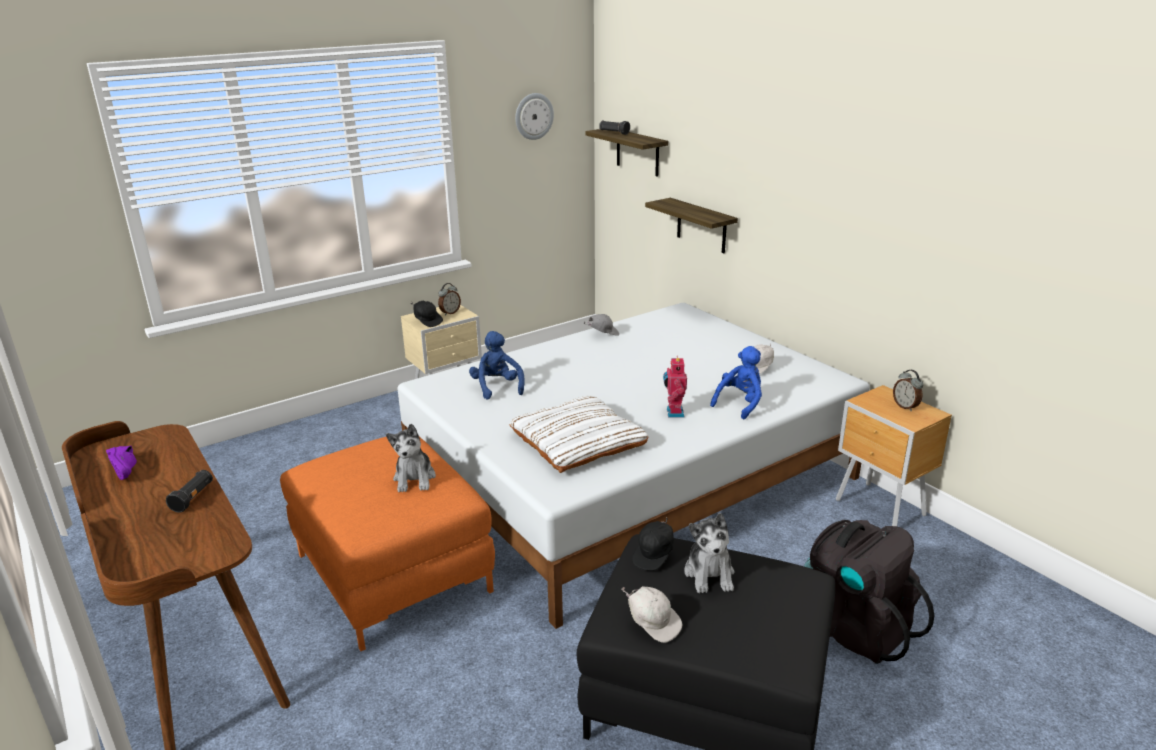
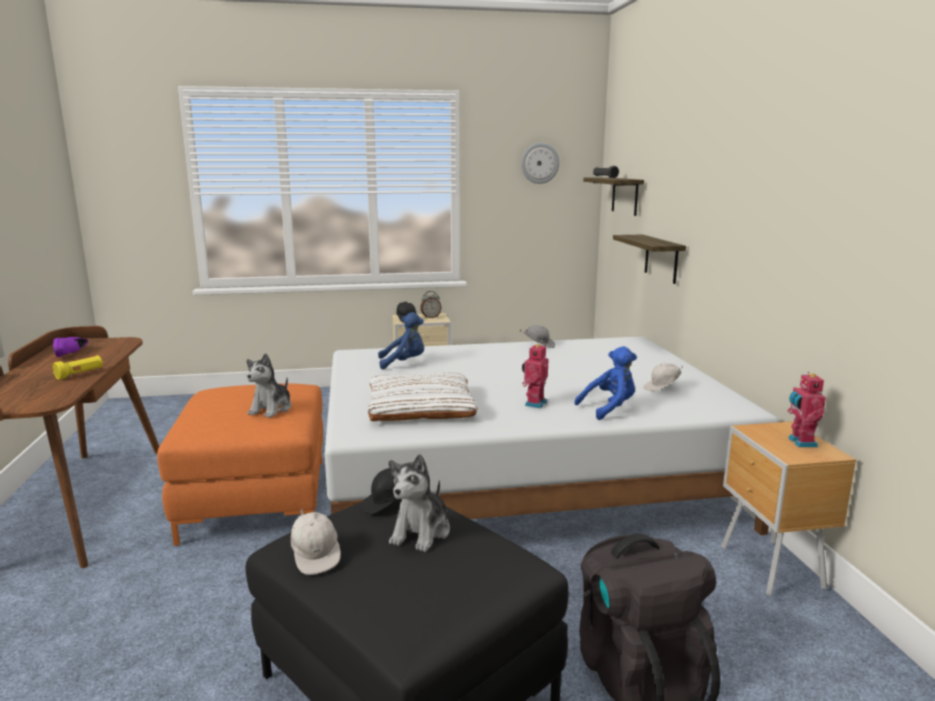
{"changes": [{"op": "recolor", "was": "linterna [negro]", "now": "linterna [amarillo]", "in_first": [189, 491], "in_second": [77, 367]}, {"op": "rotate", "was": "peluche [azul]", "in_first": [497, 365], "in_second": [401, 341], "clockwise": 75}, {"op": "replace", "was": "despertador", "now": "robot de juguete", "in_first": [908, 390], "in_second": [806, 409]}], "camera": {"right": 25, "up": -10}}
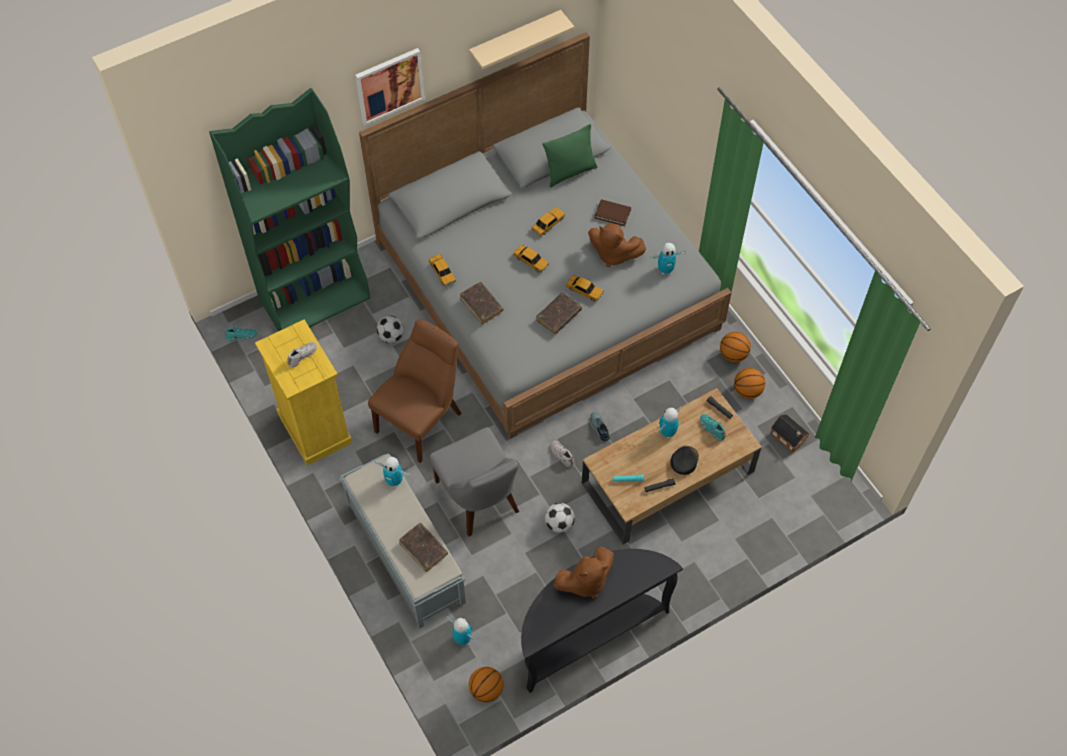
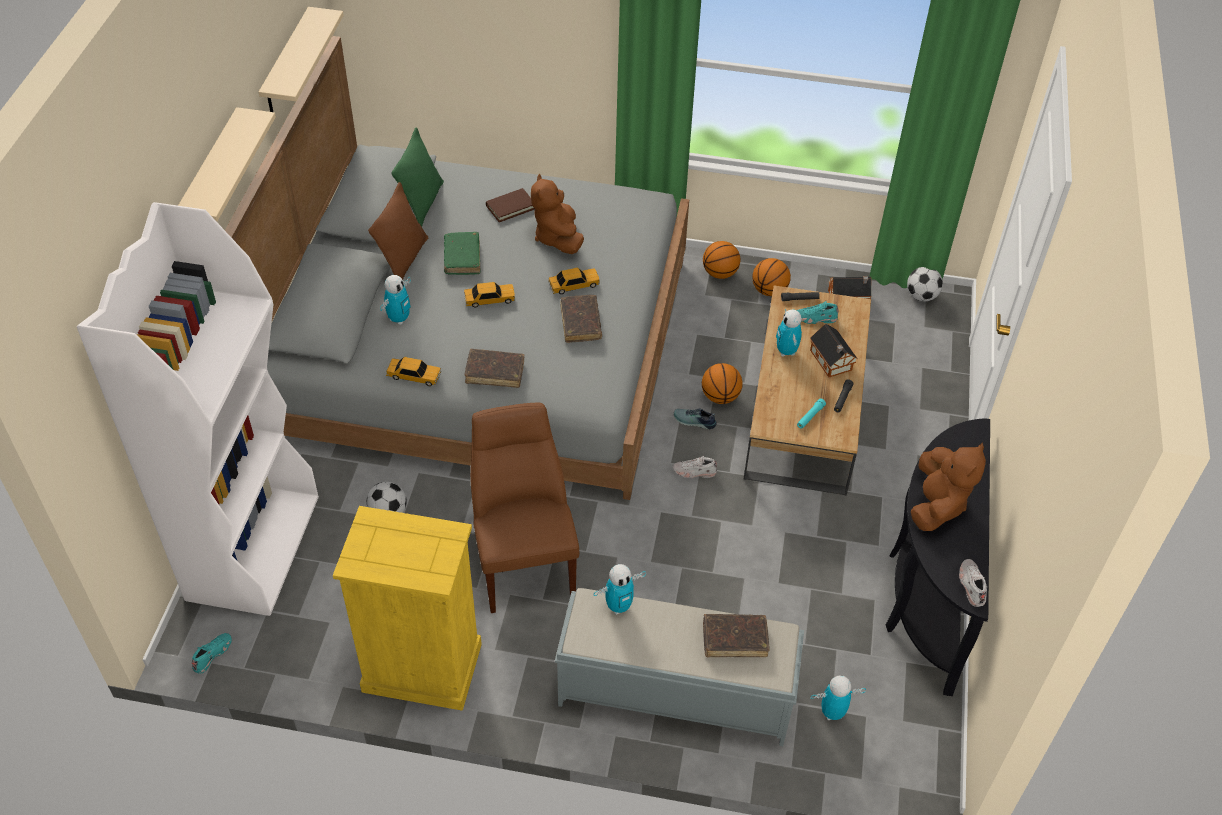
{"changes": [{"op": "recolor", "was": "estantería [verde]", "now": "estantería [blanco]", "in_first": [289, 209], "in_second": [198, 409]}, {"op": "move", "was": "zapato [blanco]", "in_first": [302, 355], "in_second": [973, 583]}, {"op": "replace", "was": "cuadro", "now": "estante [beis]", "in_first": [390, 86], "in_second": [227, 164]}, {"op": "delete", "was": "silla [gris]", "in_first": [474, 482]}, {"op": "move", "was": "balón de baloncesto", "in_first": [486, 684], "in_second": [722, 383]}, {"op": "replace", "was": "coche de juguete", "now": "libro [verde]", "in_first": [548, 222], "in_second": [462, 253]}, {"op": "move", "was": "balón de fútbol", "in_first": [560, 518], "in_second": [925, 284]}, {"op": "rotate", "was": "peluche [marrón]", "in_first": [617, 245], "in_second": [557, 214], "clockwise": 105}, {"op": "move", "was": "robot de juguete", "in_first": [668, 258], "in_second": [395, 300]}, {"op": "replace", "was": "gorra [negro]", "now": "casita", "in_first": [684, 460], "in_second": [833, 350]}, {"op": "insert", "now": "cojín [marrón]", "in_second": [398, 231]}], "camera": {"right": -50, "up": -10}}
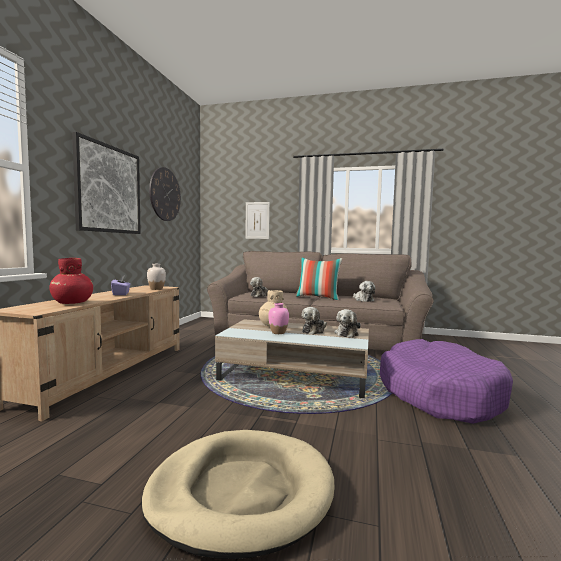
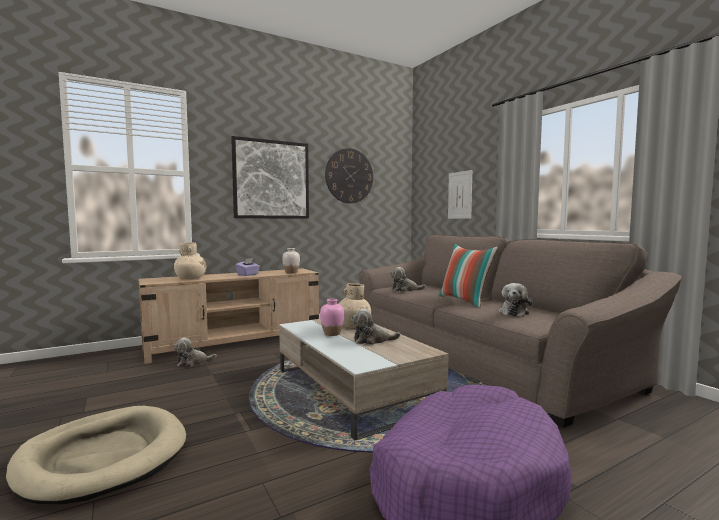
{"changes": [{"op": "recolor", "was": "florero [rojo]", "now": "florero [beis]", "in_first": [71, 281], "in_second": [190, 260]}, {"op": "move", "was": "peluche", "in_first": [347, 323], "in_second": [195, 352]}], "camera": {"right": 45, "up": 0}}
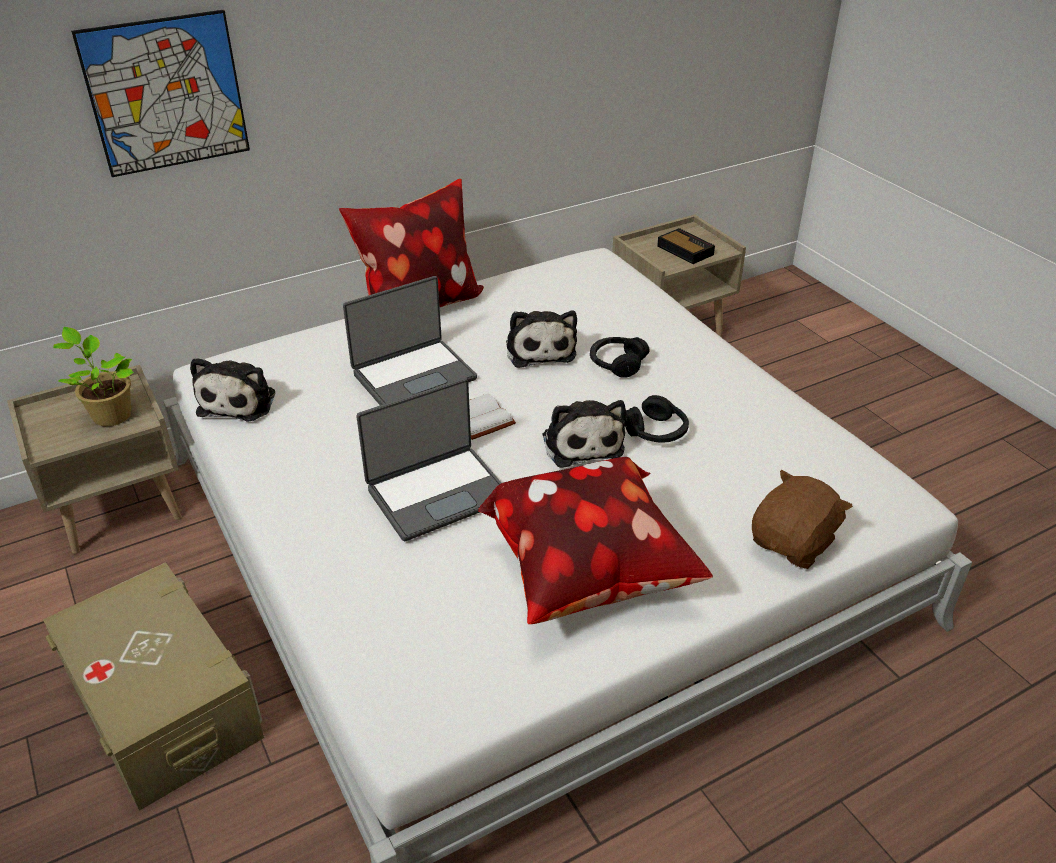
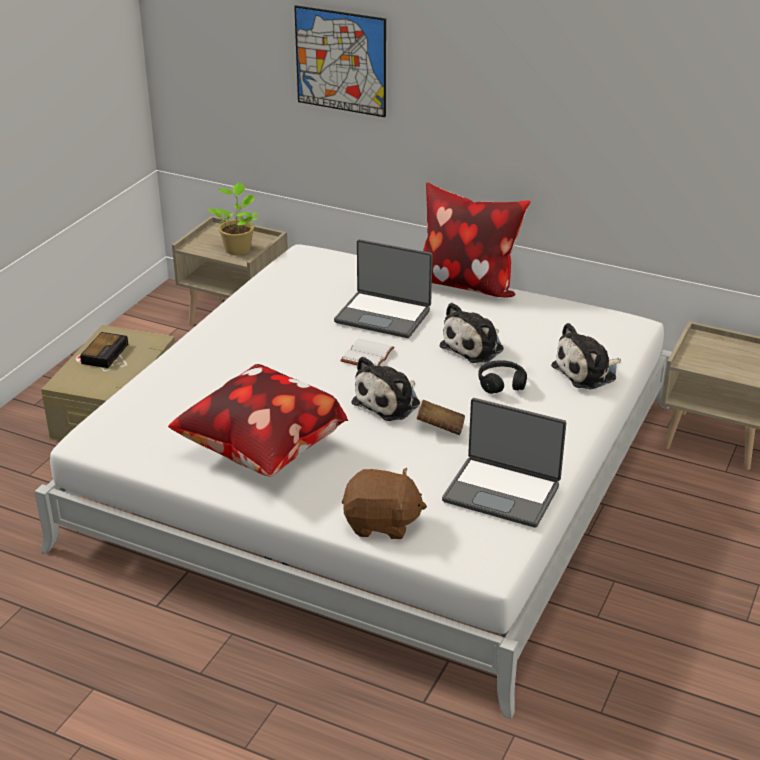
{"changes": [{"op": "move", "was": "peluche", "in_first": [232, 390], "in_second": [586, 356]}, {"op": "move", "was": "portátil", "in_first": [428, 460], "in_second": [504, 463]}, {"op": "replace", "was": "auriculares [negro]", "now": "libro [marrón]", "in_first": [656, 419], "in_second": [440, 417]}, {"op": "move", "was": "despertador", "in_first": [686, 246], "in_second": [104, 350]}], "camera": {"right": 55, "up": -5}}
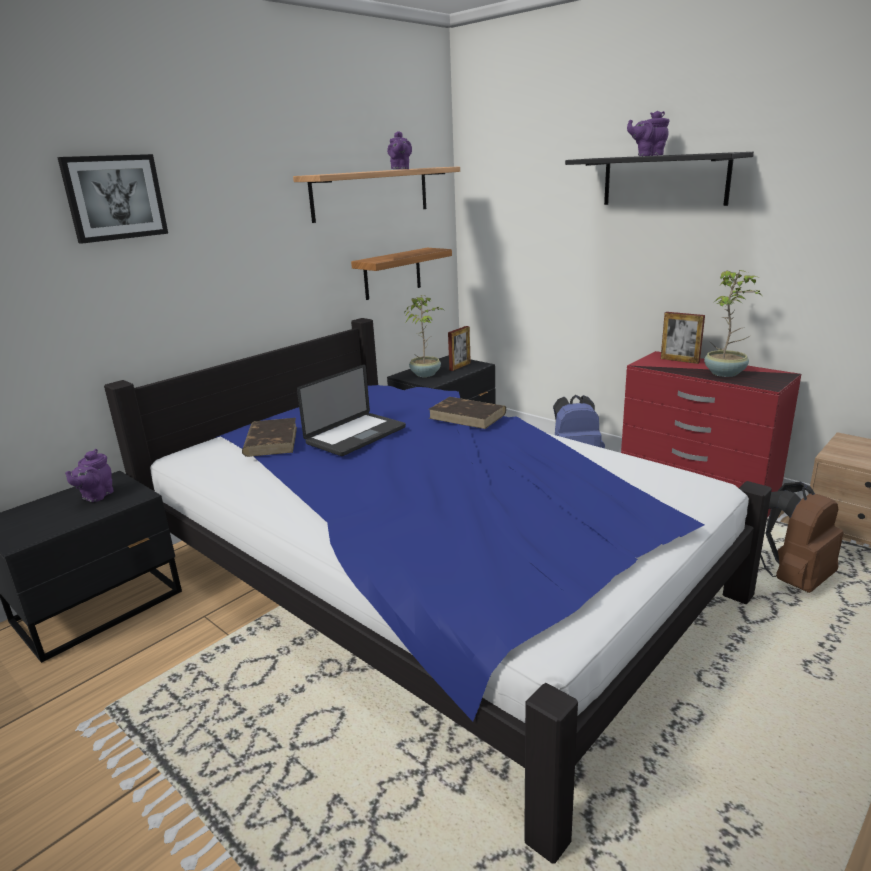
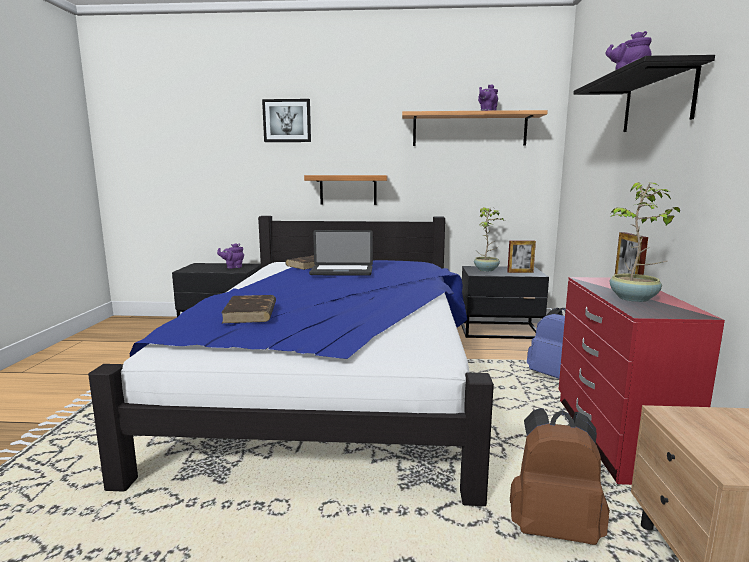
{"changes": [{"op": "move", "was": "estante", "in_first": [401, 274], "in_second": [345, 190]}, {"op": "move", "was": "libro [marrón]", "in_first": [467, 413], "in_second": [248, 309]}], "camera": {"right": 50, "up": -10}}
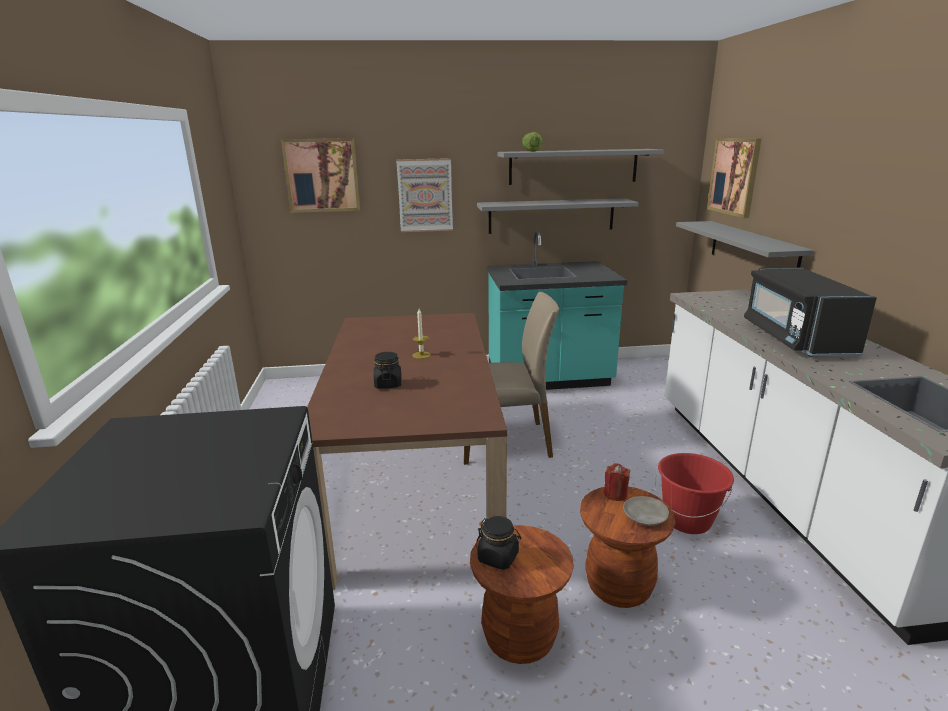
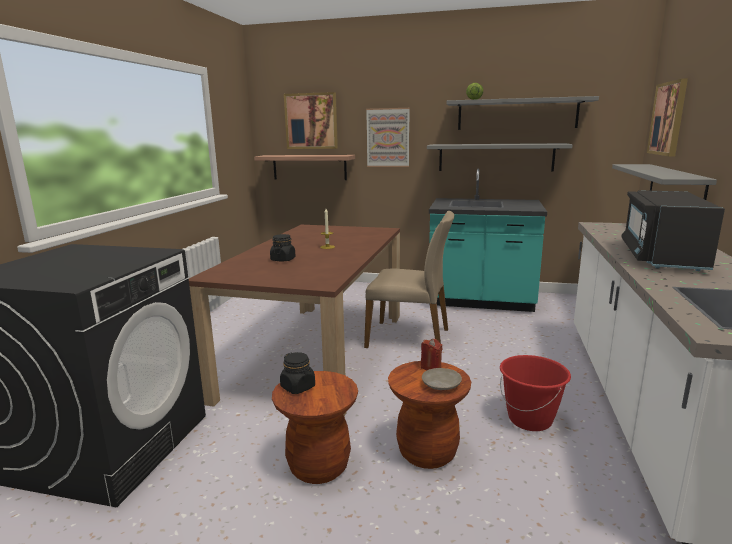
{"changes": [{"op": "insert", "now": "estante", "in_second": [304, 167]}], "camera": {"right": 20, "up": -5}}
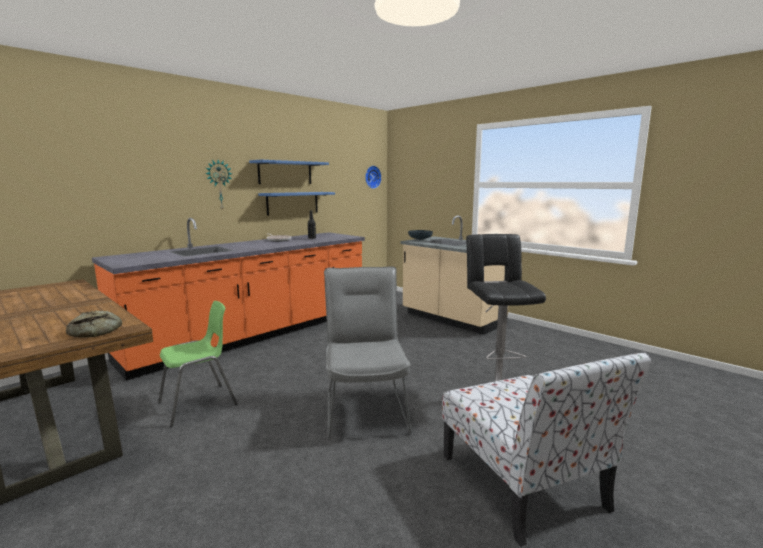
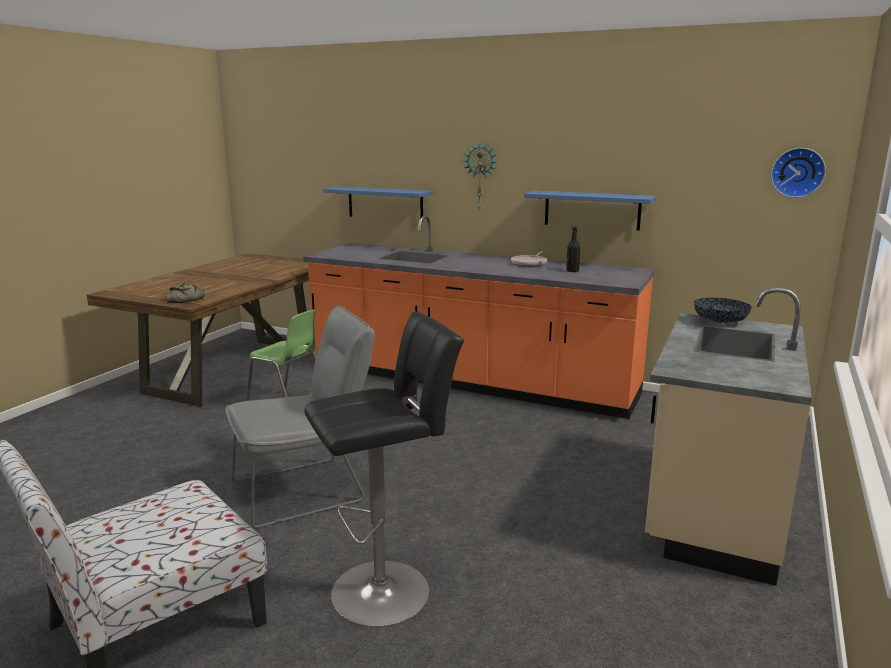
{"changes": [{"op": "move", "was": "estante [azul]", "in_first": [289, 172], "in_second": [378, 202]}], "camera": {"right": 70, "up": 5}}
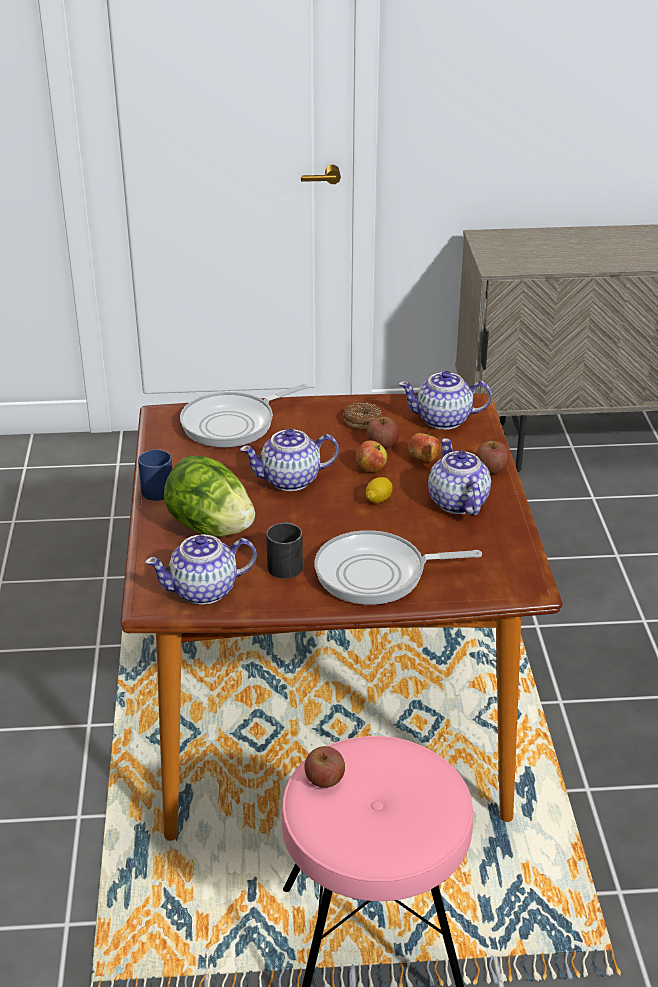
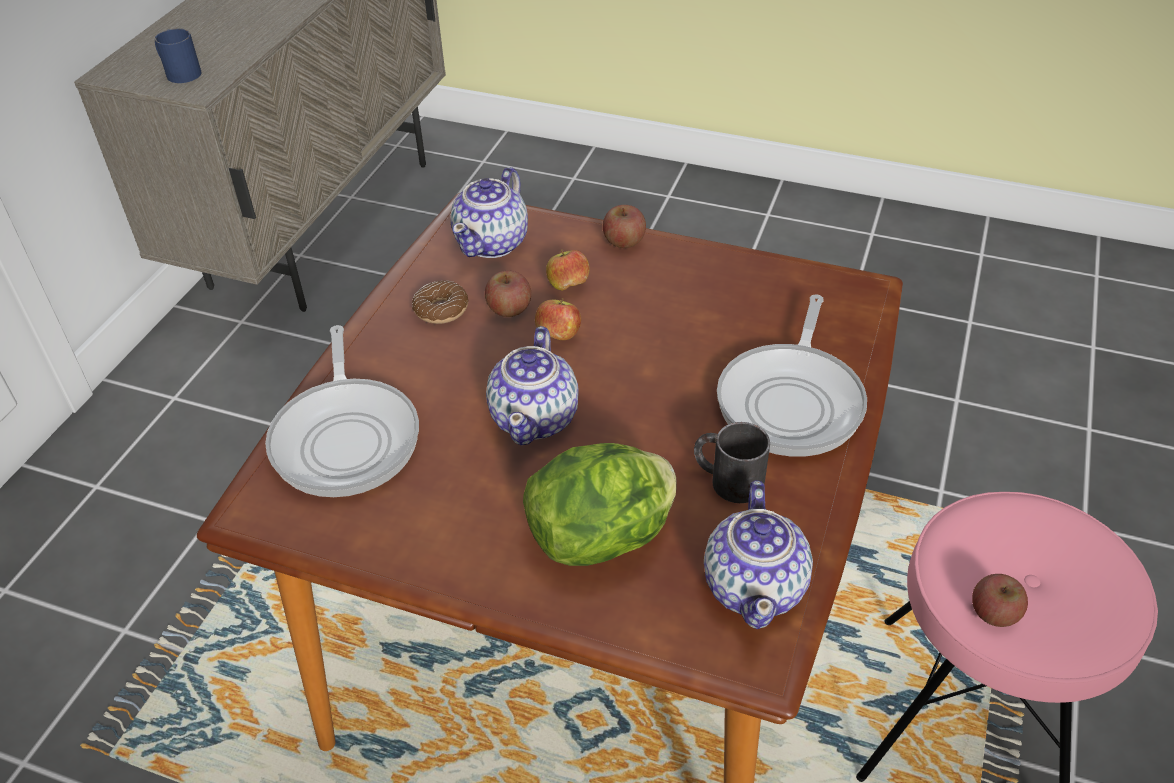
{"changes": [{"op": "move", "was": "taza grande [azul]", "in_first": [155, 475], "in_second": [178, 55]}, {"op": "delete", "was": "limón", "in_first": [379, 490]}, {"op": "delete", "was": "tetera", "in_first": [459, 477]}], "camera": {"right": -65, "up": 10}}
